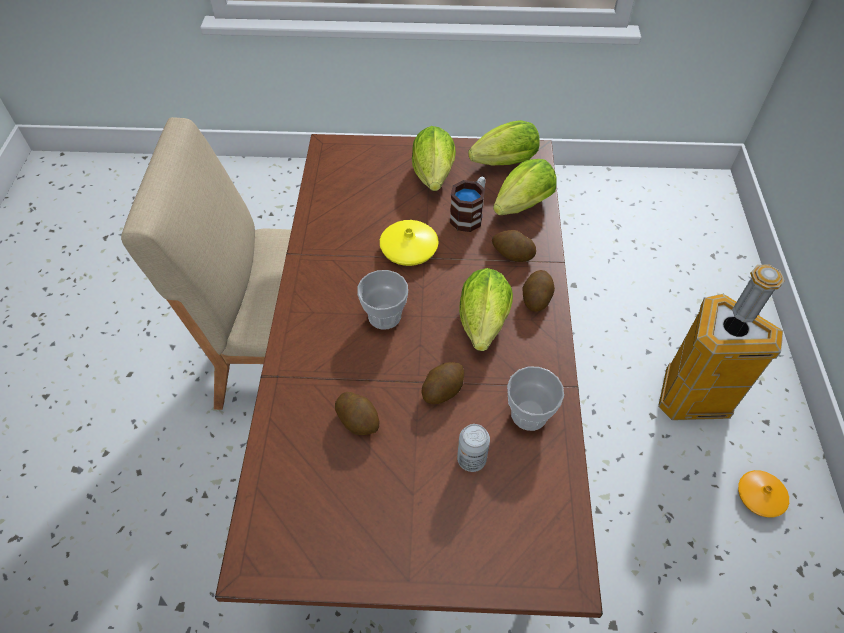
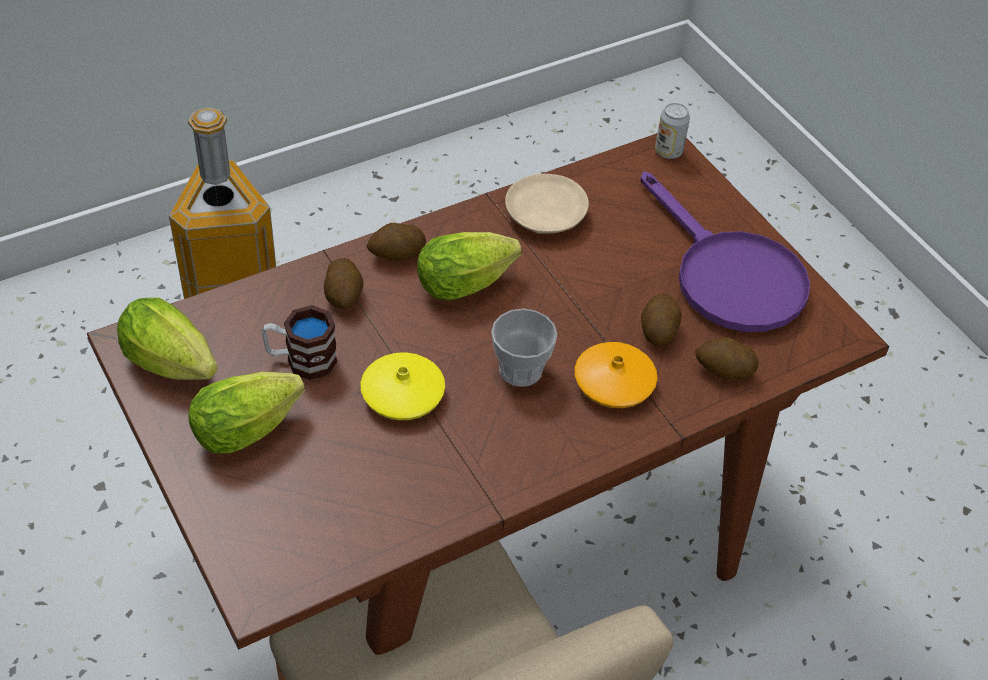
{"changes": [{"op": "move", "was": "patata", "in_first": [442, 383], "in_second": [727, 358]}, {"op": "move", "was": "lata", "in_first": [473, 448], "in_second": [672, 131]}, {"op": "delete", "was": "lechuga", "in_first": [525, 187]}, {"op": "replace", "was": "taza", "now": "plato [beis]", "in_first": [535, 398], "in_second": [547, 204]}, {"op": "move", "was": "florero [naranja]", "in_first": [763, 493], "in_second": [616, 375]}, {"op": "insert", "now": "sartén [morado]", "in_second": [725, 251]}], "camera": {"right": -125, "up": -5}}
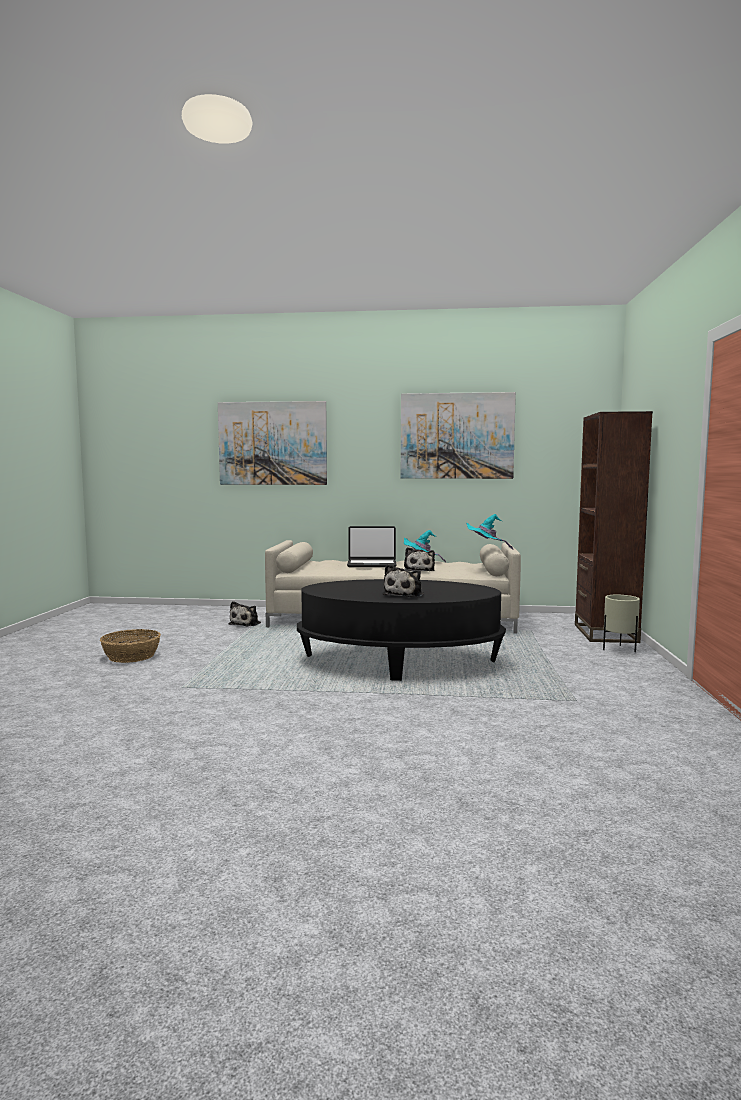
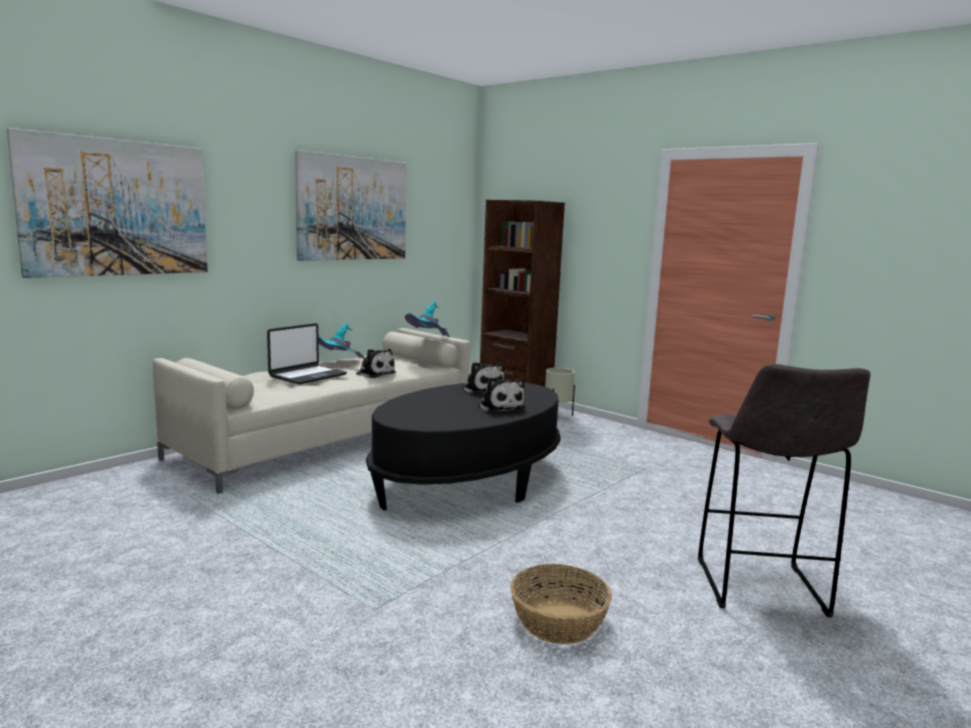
{"changes": [{"op": "move", "was": "cesta", "in_first": [130, 646], "in_second": [561, 604]}, {"op": "move", "was": "peluche", "in_first": [244, 613], "in_second": [483, 378]}, {"op": "insert", "now": "taburete [gris]", "in_second": [784, 490]}], "camera": {"right": -55, "up": 5}}
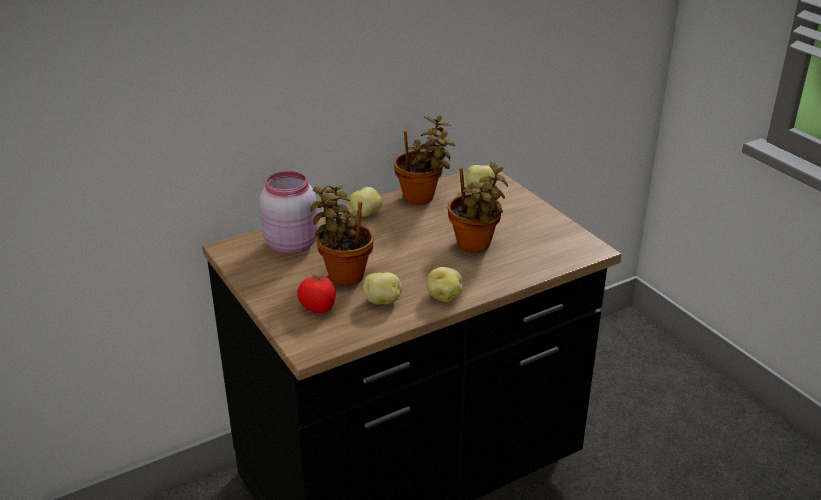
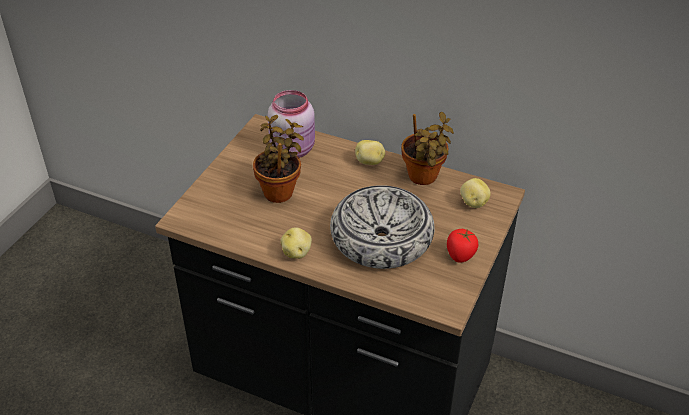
{"changes": [{"op": "move", "was": "tomate", "in_first": [317, 293], "in_second": [462, 246]}, {"op": "delete", "was": "patata", "in_first": [382, 288]}, {"op": "replace", "was": "planta en maceta", "now": "cuenco", "in_first": [478, 207], "in_second": [382, 227]}], "camera": {"right": 55, "up": 10}}
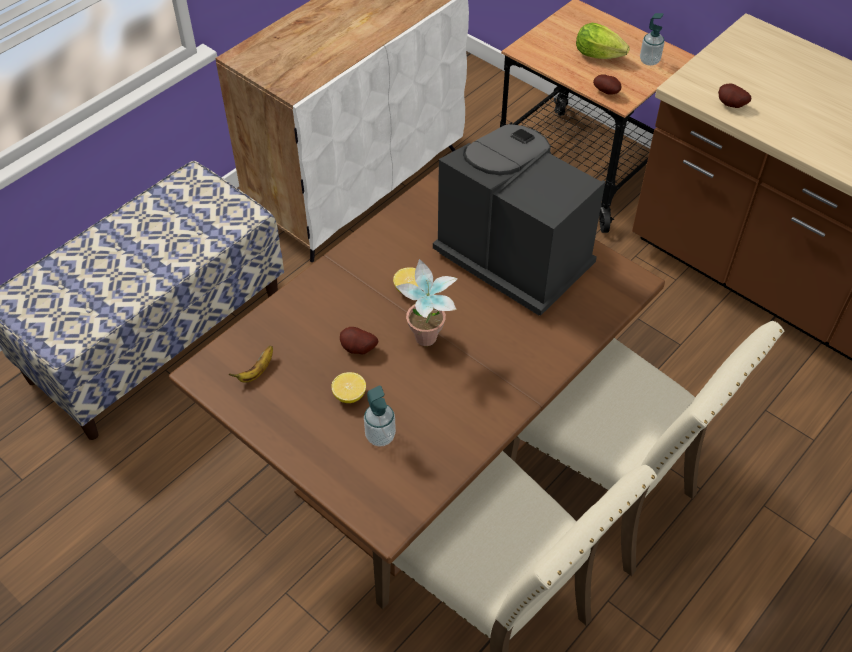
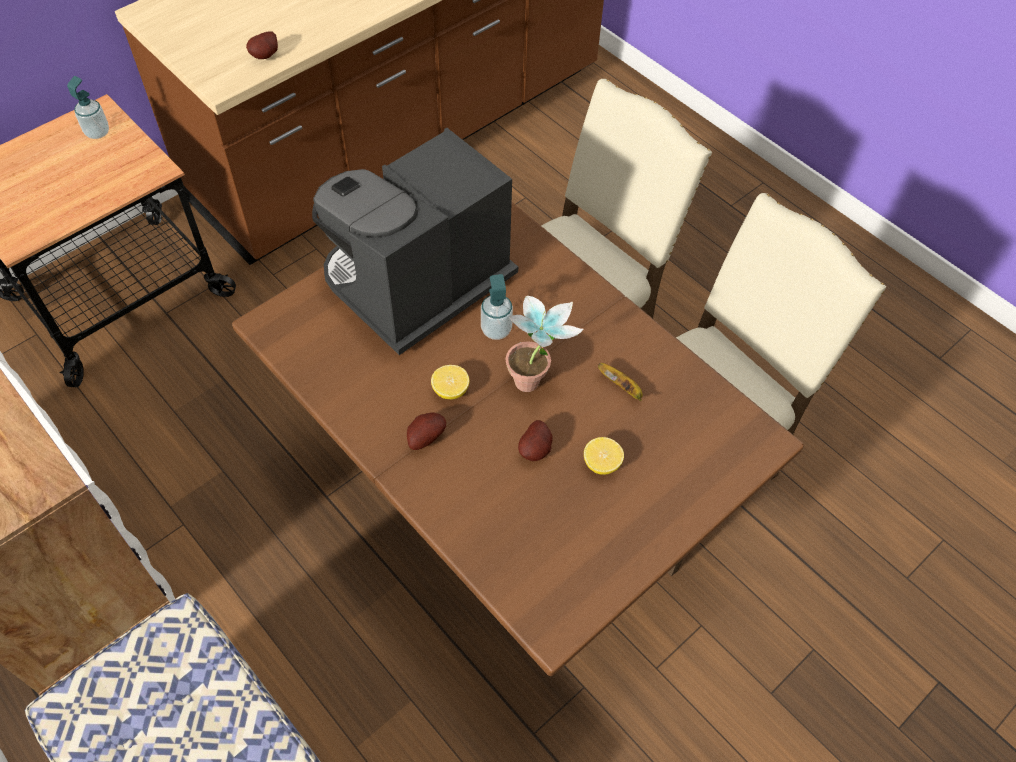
{"changes": [{"op": "move", "was": "plátano", "in_first": [251, 364], "in_second": [620, 382]}, {"op": "move", "was": "dispensador de jabón", "in_first": [380, 416], "in_second": [497, 307]}, {"op": "delete", "was": "lechuga", "in_first": [603, 41]}, {"op": "move", "was": "patata", "in_first": [607, 84], "in_second": [426, 431]}], "camera": {"right": -85, "up": 5}}
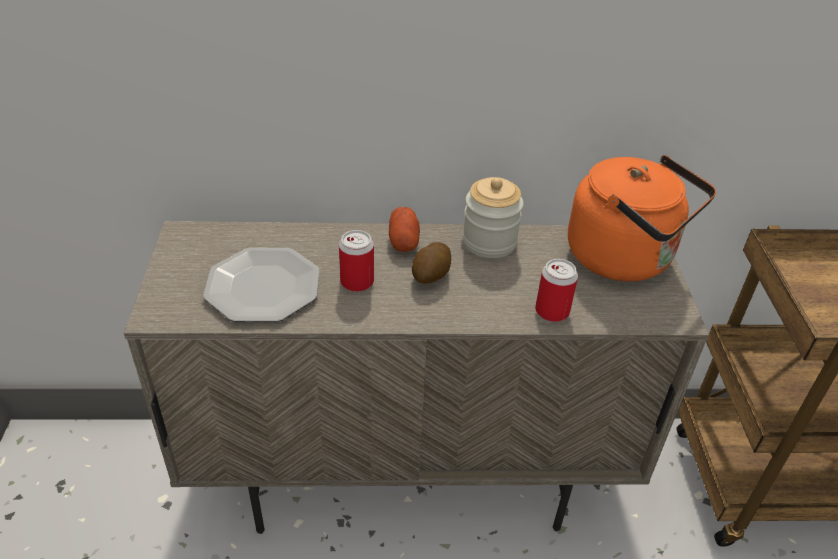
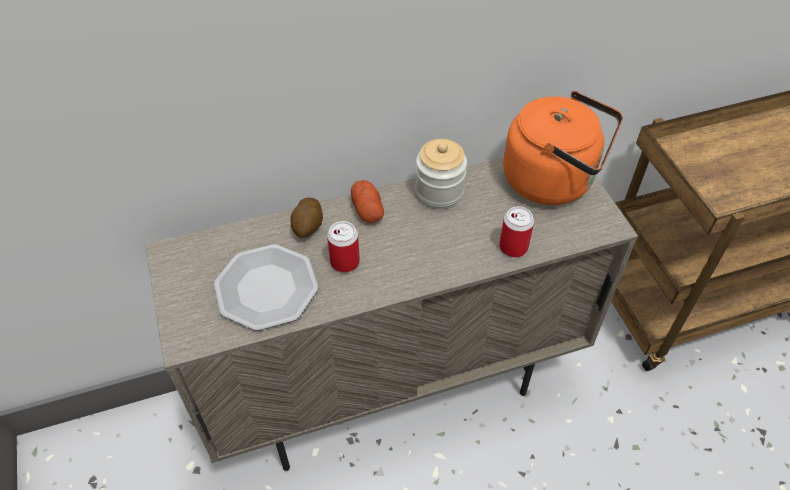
{"changes": [{"op": "move", "was": "patata", "in_first": [431, 263], "in_second": [307, 217]}], "camera": {"right": -15, "up": 10}}
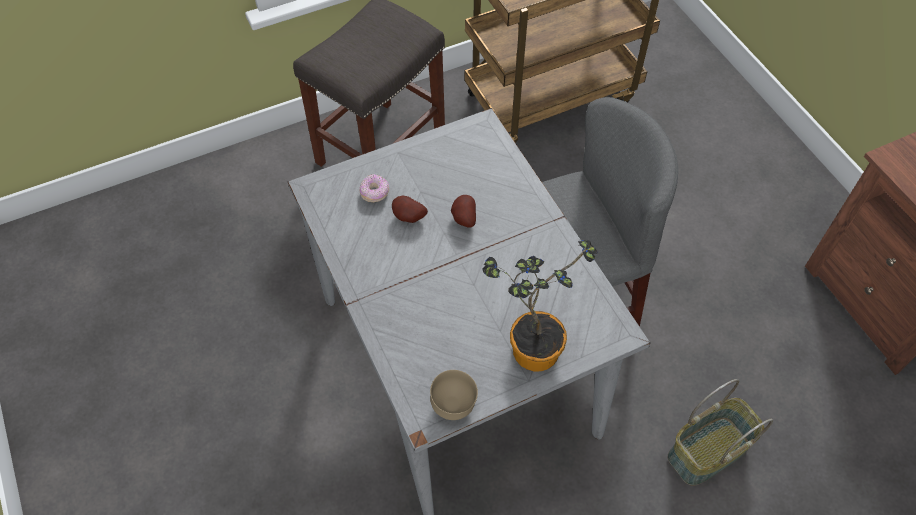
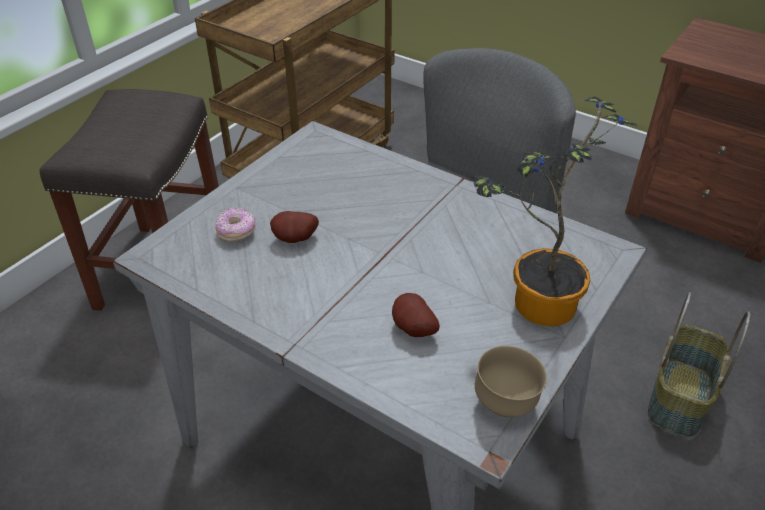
{"changes": [{"op": "move", "was": "patata", "in_first": [463, 211], "in_second": [416, 315]}], "camera": {"right": -30, "up": -15}}
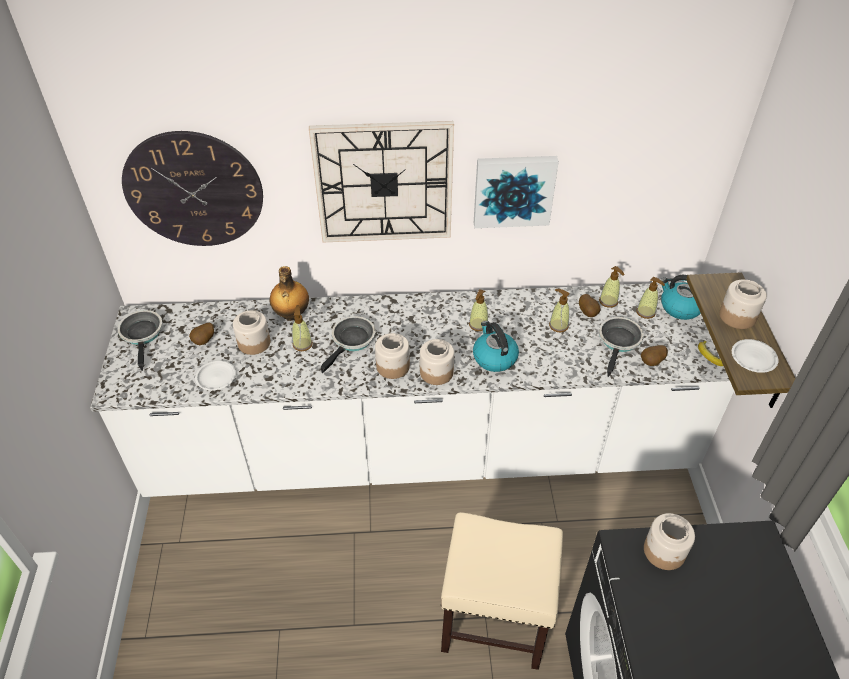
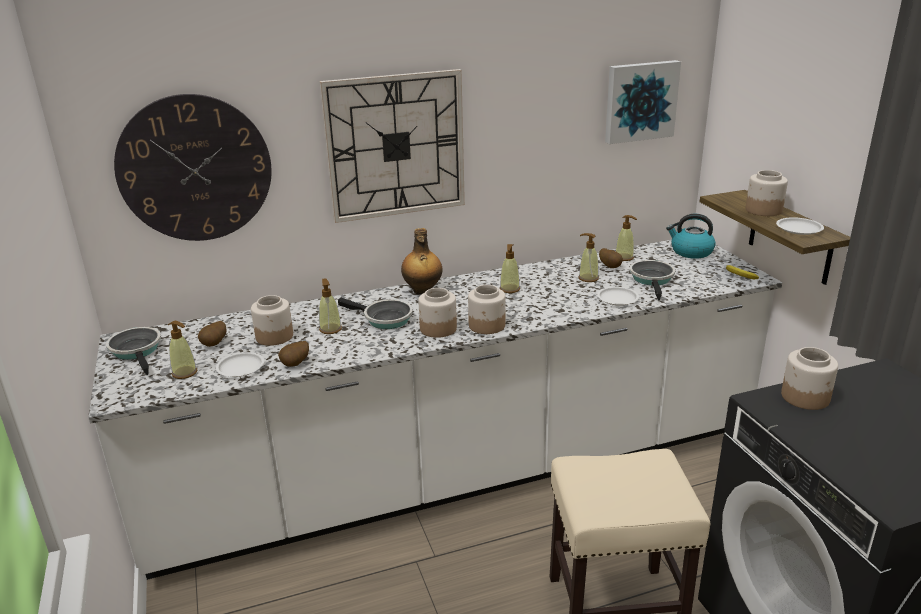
{"changes": [{"op": "move", "was": "botella", "in_first": [289, 293], "in_second": [422, 261]}, {"op": "rotate", "was": "sartén", "in_first": [348, 344], "in_second": [375, 313], "clockwise": 105}, {"op": "delete", "was": "hervidor", "in_first": [496, 346]}, {"op": "move", "was": "cuadro", "in_first": [516, 192], "in_second": [643, 102]}, {"op": "move", "was": "dispensador de jabón", "in_first": [650, 298], "in_second": [182, 350]}, {"op": "move", "was": "patata", "in_first": [654, 355], "in_second": [293, 354]}, {"op": "insert", "now": "plato [blanco]", "in_second": [618, 296]}], "camera": {"right": -15, "up": -20}}
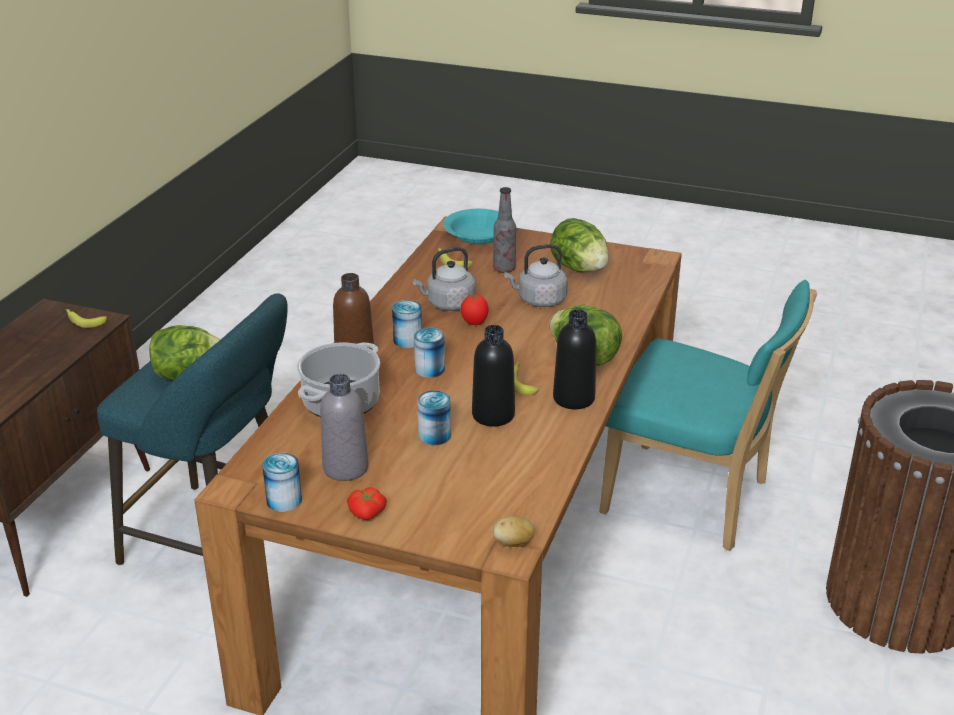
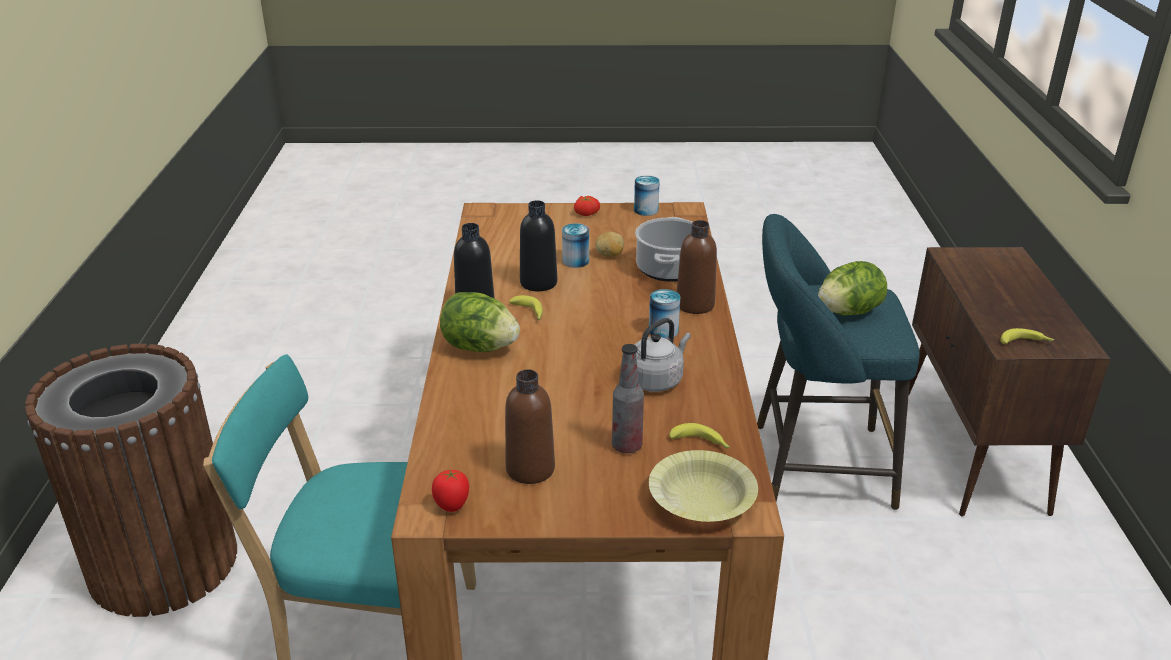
{"changes": [{"op": "delete", "was": "botella [gris]", "in_first": [344, 427]}, {"op": "delete", "was": "lata", "in_first": [429, 353]}, {"op": "recolor", "was": "cuenco [turquesa]", "now": "cuenco [amarillo]", "in_first": [471, 226], "in_second": [703, 486]}, {"op": "move", "was": "tomate", "in_first": [474, 310], "in_second": [450, 491]}, {"op": "move", "was": "patata", "in_first": [514, 531], "in_second": [609, 244]}, {"op": "delete", "was": "hervidor [gris]", "in_first": [536, 275]}, {"op": "replace", "was": "lechuga", "now": "botella [marrón]", "in_first": [579, 245], "in_second": [530, 426]}], "camera": {"right": 160, "up": 0}}
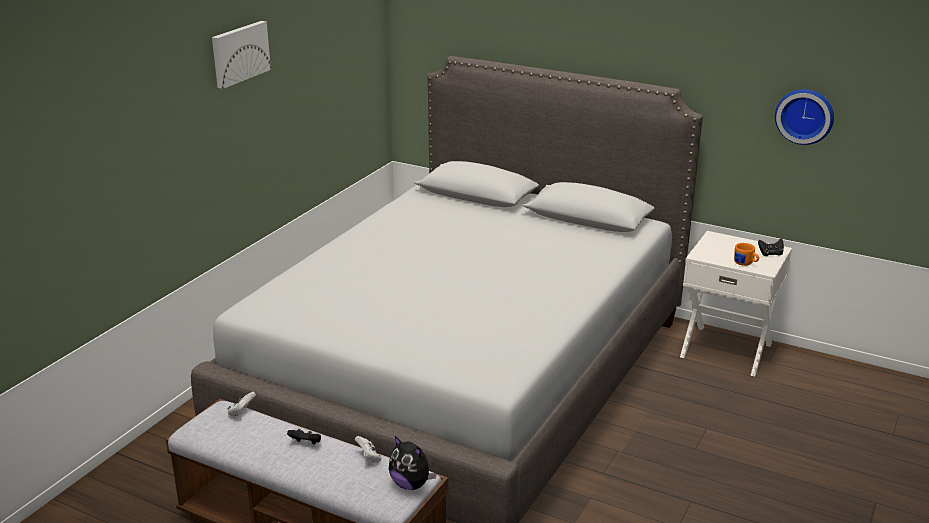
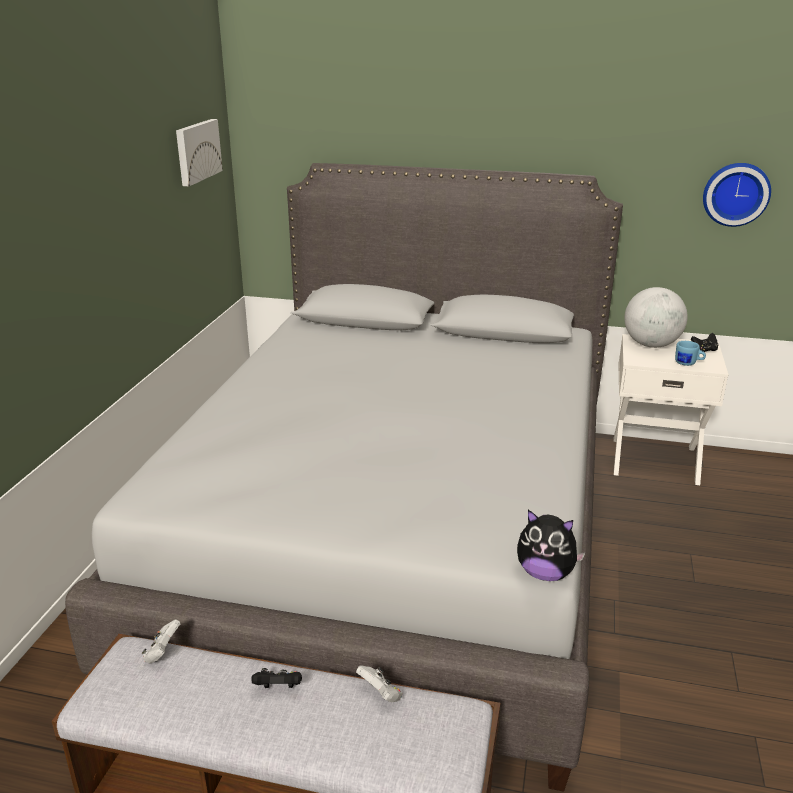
{"changes": [{"op": "move", "was": "cuadro", "in_first": [241, 55], "in_second": [199, 152]}, {"op": "move", "was": "peluche", "in_first": [413, 463], "in_second": [551, 545]}, {"op": "recolor", "was": "taza grande [naranja]", "now": "taza grande [azul]", "in_first": [746, 254], "in_second": [690, 353]}, {"op": "insert", "now": "globo terráqueo", "in_second": [656, 317]}], "camera": {"right": -15, "up": 0}}
